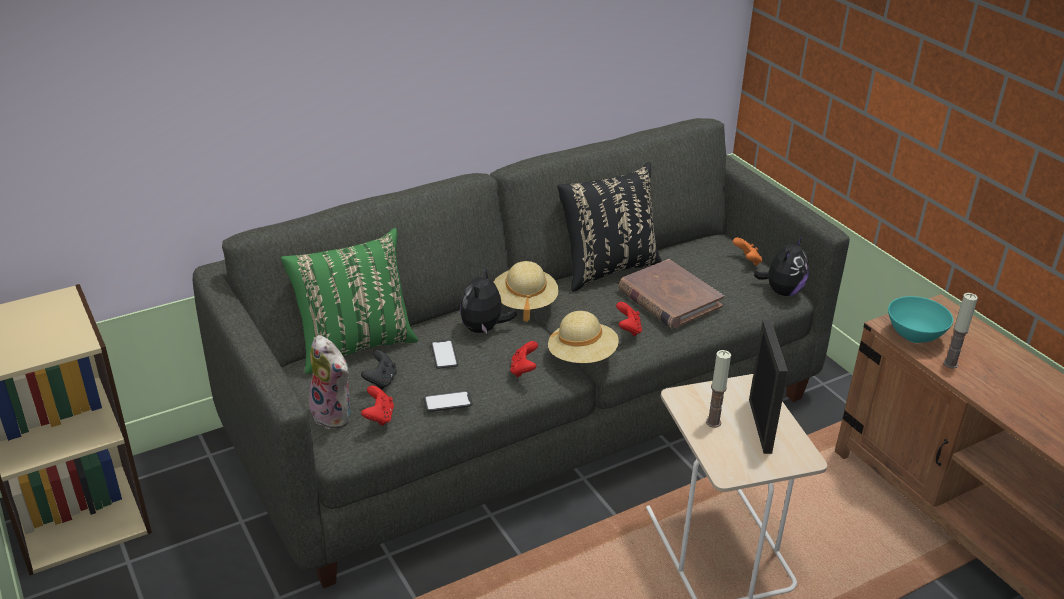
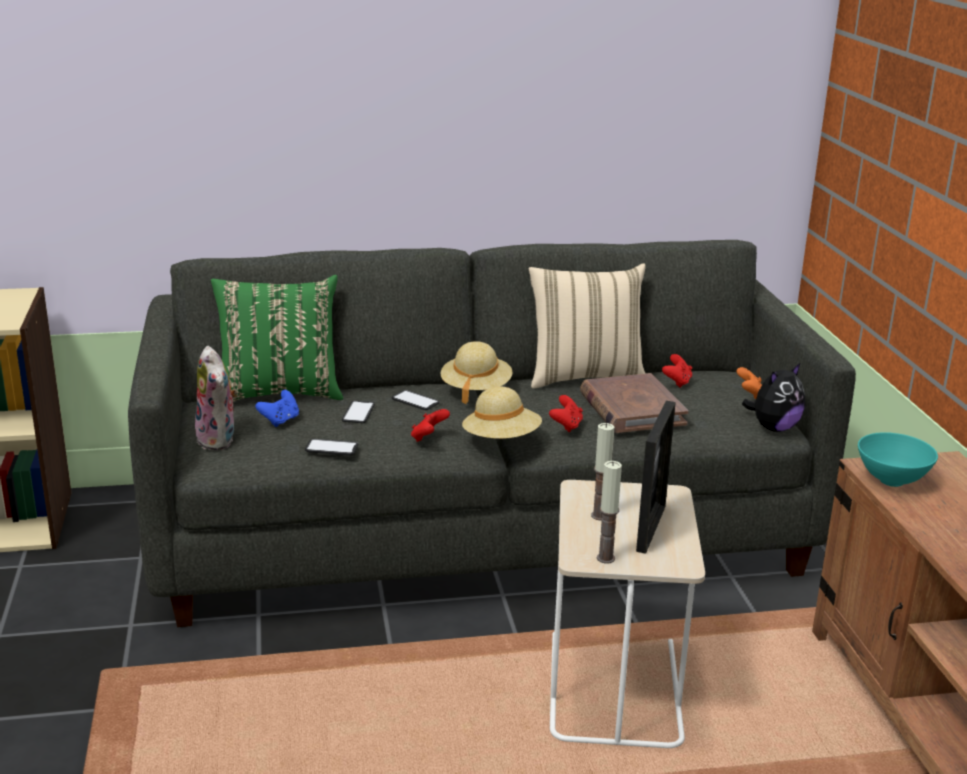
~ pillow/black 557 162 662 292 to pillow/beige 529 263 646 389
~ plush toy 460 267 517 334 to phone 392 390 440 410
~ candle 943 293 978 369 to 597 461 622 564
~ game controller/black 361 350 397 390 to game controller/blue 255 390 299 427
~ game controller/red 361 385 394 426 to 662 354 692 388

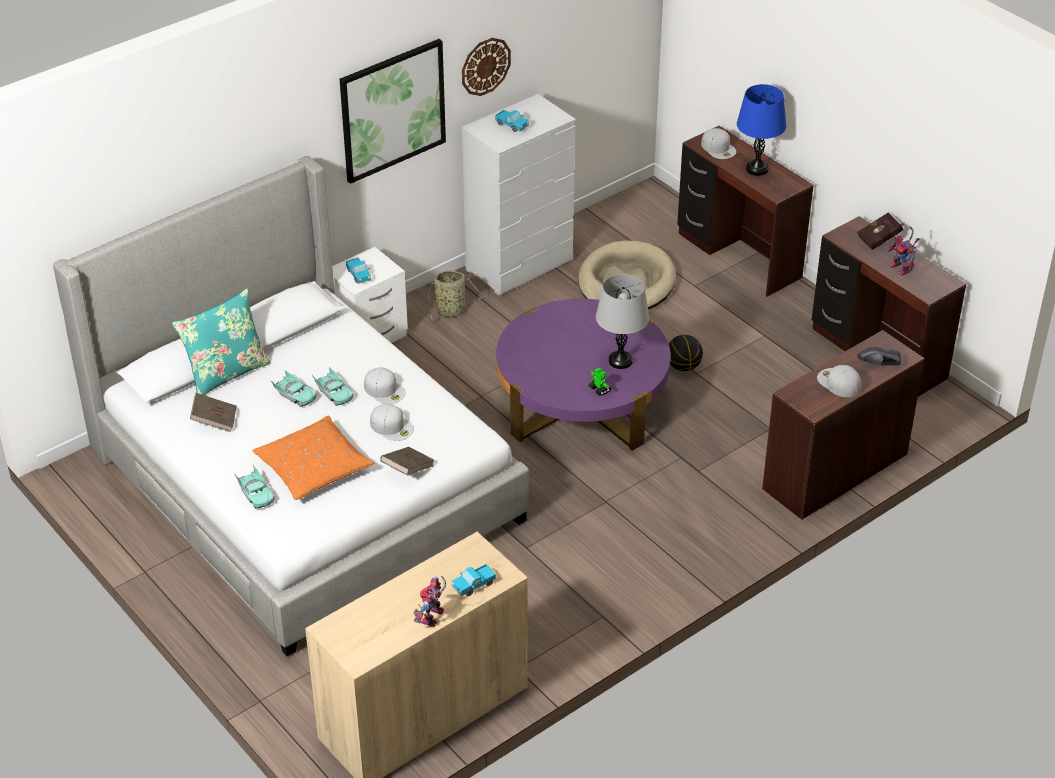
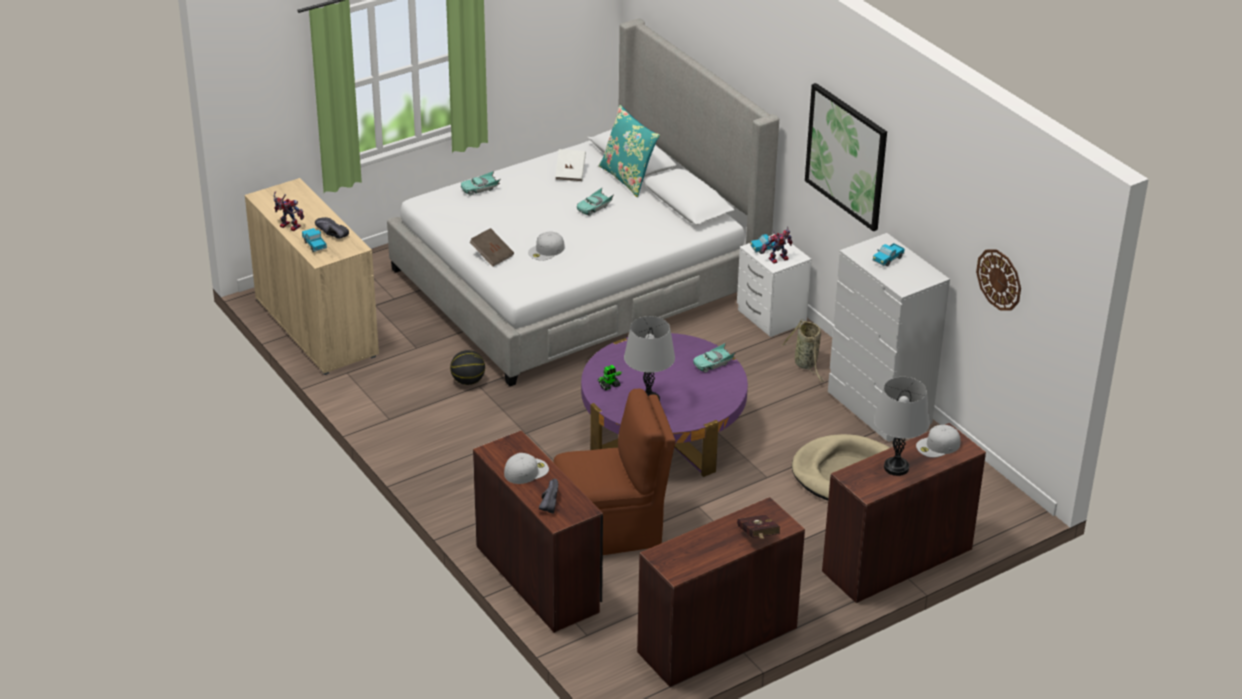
~ wall clock 462 38 511 96 to 976 249 1021 311
~ table lamp/blue 737 84 786 176 to table lamp/grey 874 377 930 476
~ toy robot 887 226 920 276 to 761 226 792 264
~ basketball 669 335 703 371 to 450 350 485 385
~ toy car/turquoise 312 367 354 406 to 693 343 736 373
- cap/white 364 367 406 404
~ book/brown 190 393 237 432 to book/white 555 149 586 182
- pillow/orange 252 416 374 500
+ shoe/black 315 217 349 239
+ chair/brown 554 388 676 555

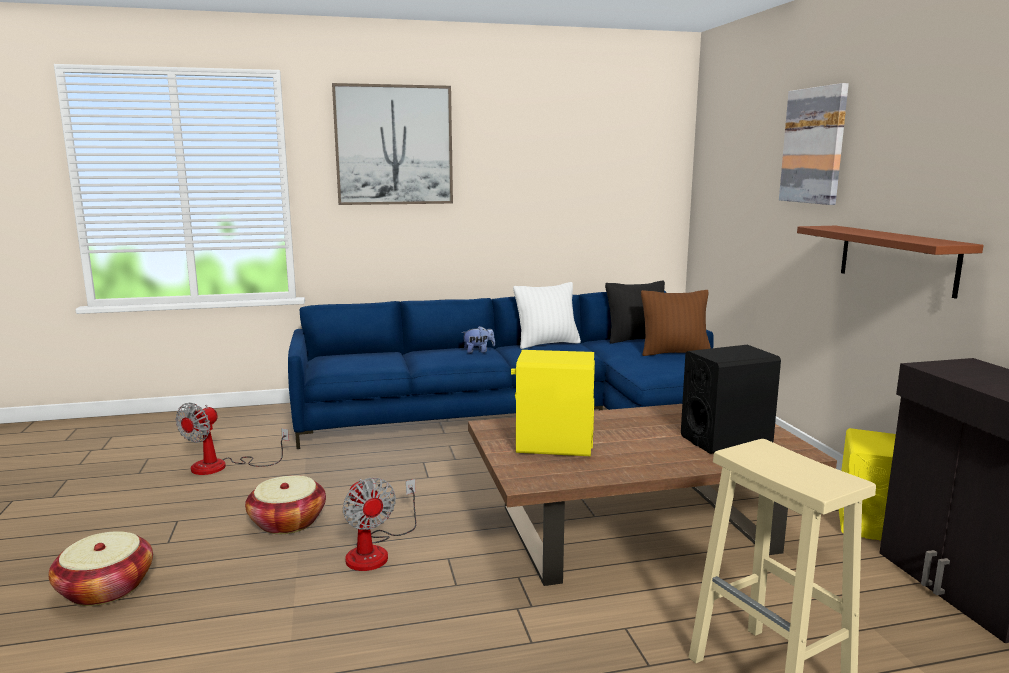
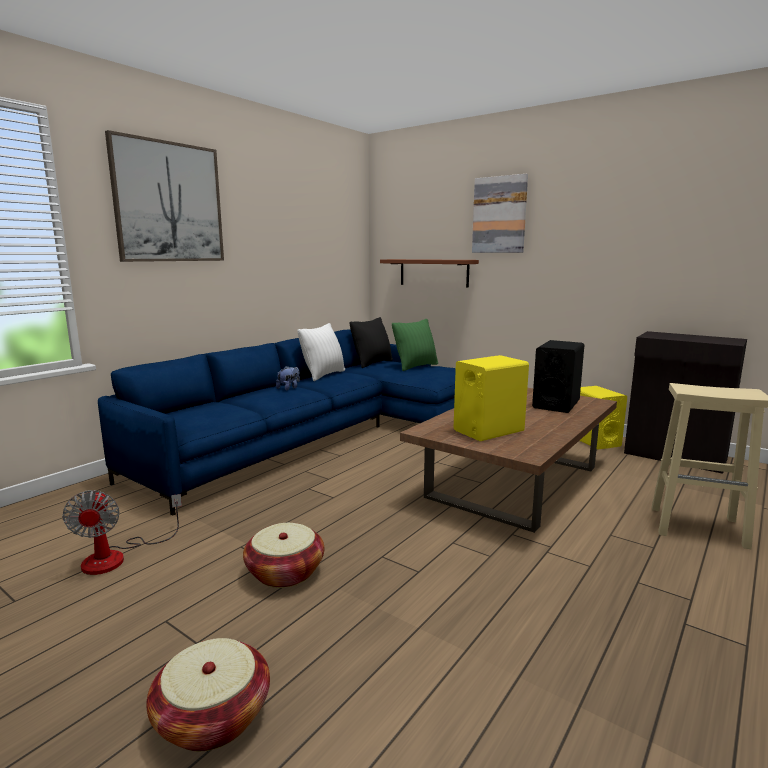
~ shelf/brown 797 226 983 299 to 380 259 479 287
~ pillow/brown 641 290 711 356 to pillow/green 392 319 438 371
- fan 342 478 417 571

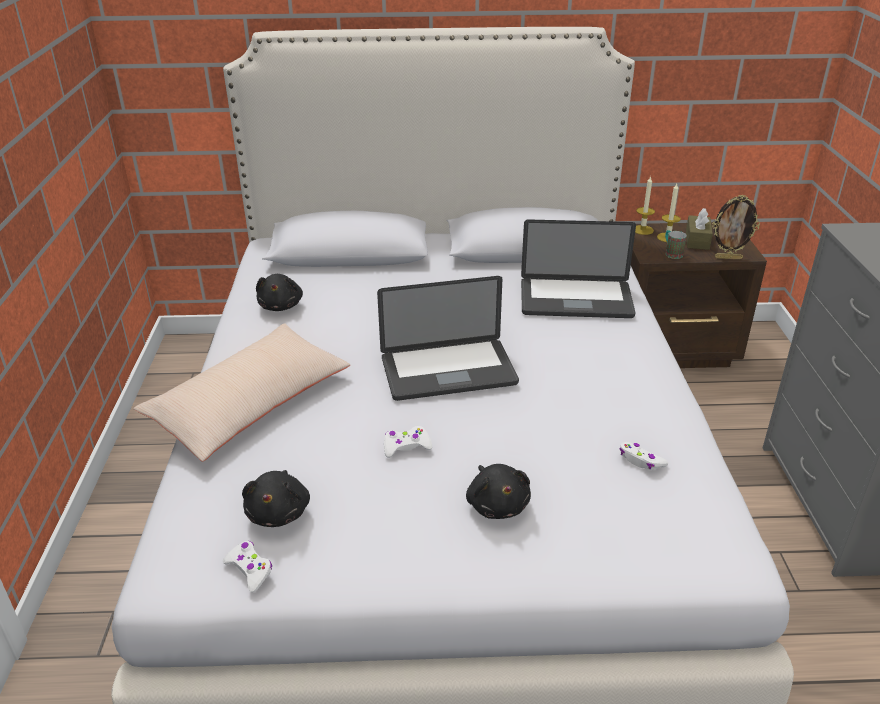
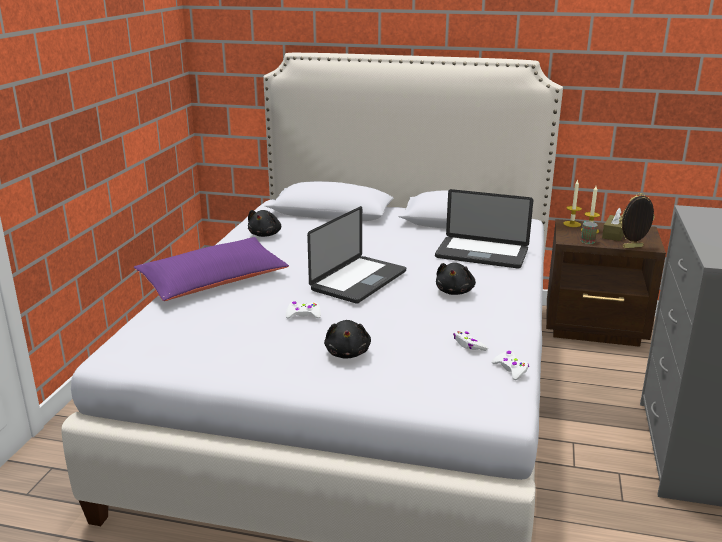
~ picture frame 712 195 760 260 = 619 193 655 248 150 degrees clockwise
~ laptop 377 276 519 401 = 307 206 406 304 60 degrees counterclockwise
~ pillow/beige 134 323 350 461 to pillow/purple 134 237 289 301
~ plush toy/black 242 470 310 527 to 436 263 476 295
~ game controller/white 223 541 272 592 to 492 351 529 380

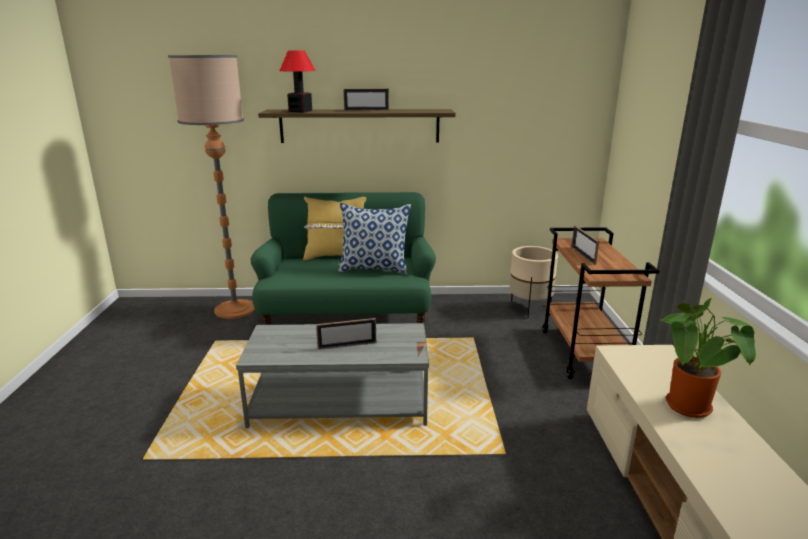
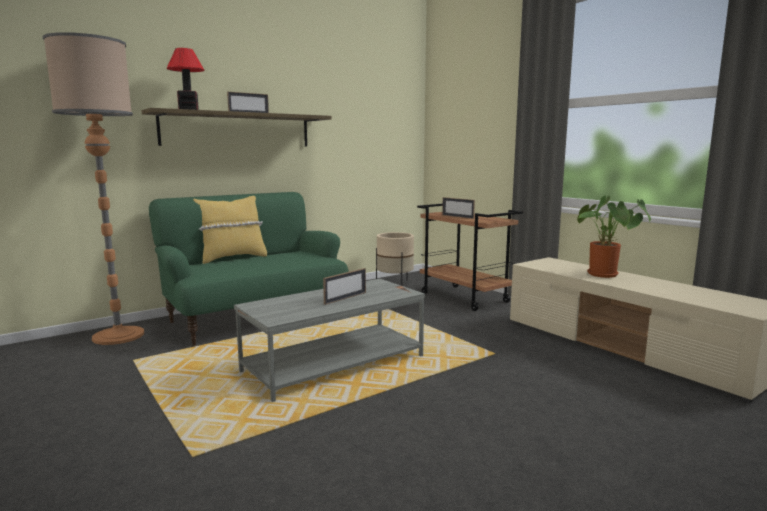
- pillow 338 203 411 274

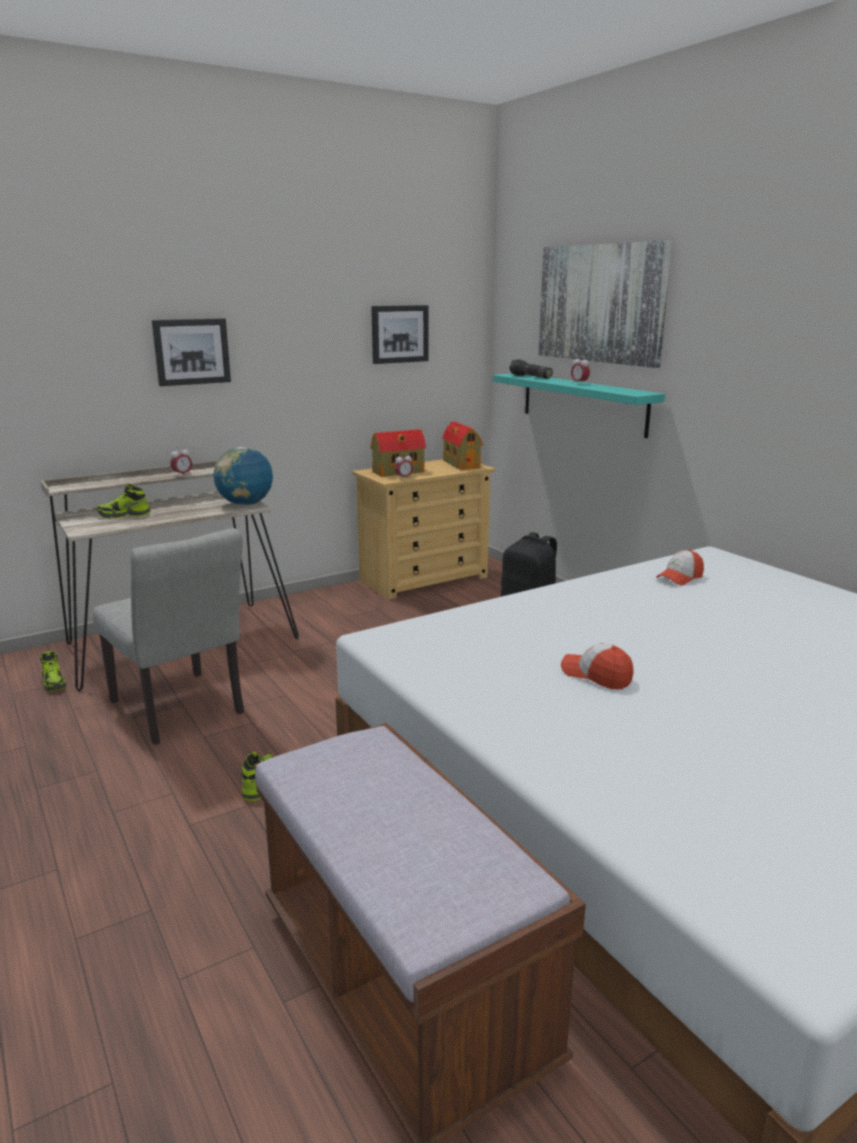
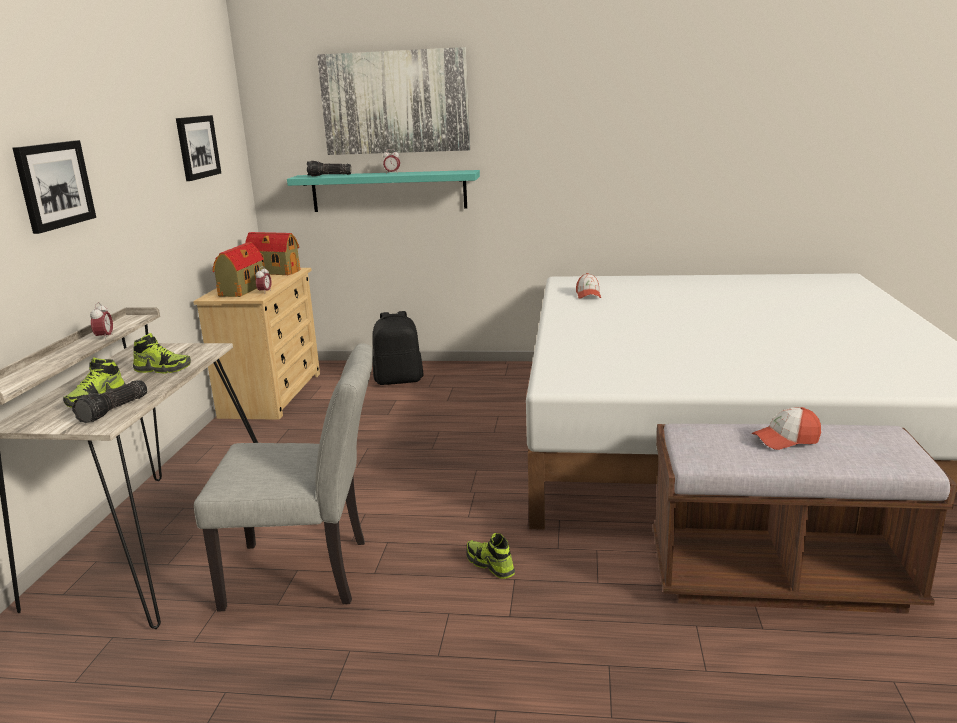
- globe 213 447 273 505
~ cap 561 643 634 689 to 752 407 821 450
~ shoe 40 651 67 691 to 133 333 191 374
+ flashlight 72 380 147 423

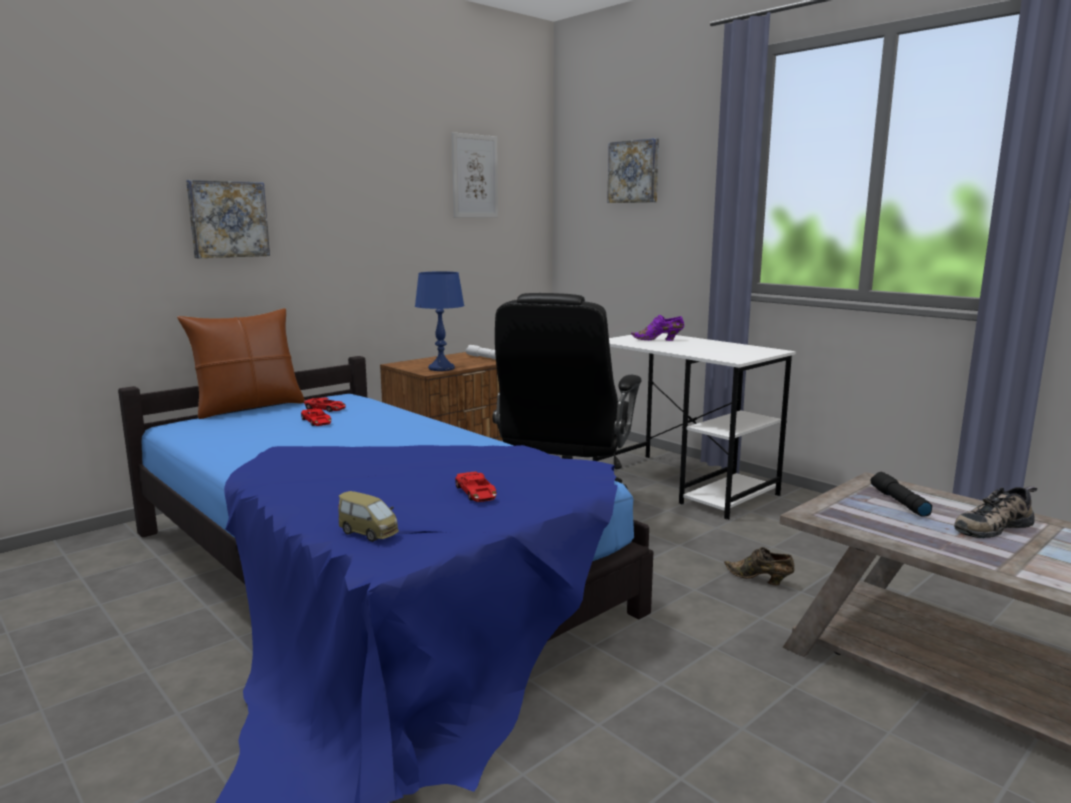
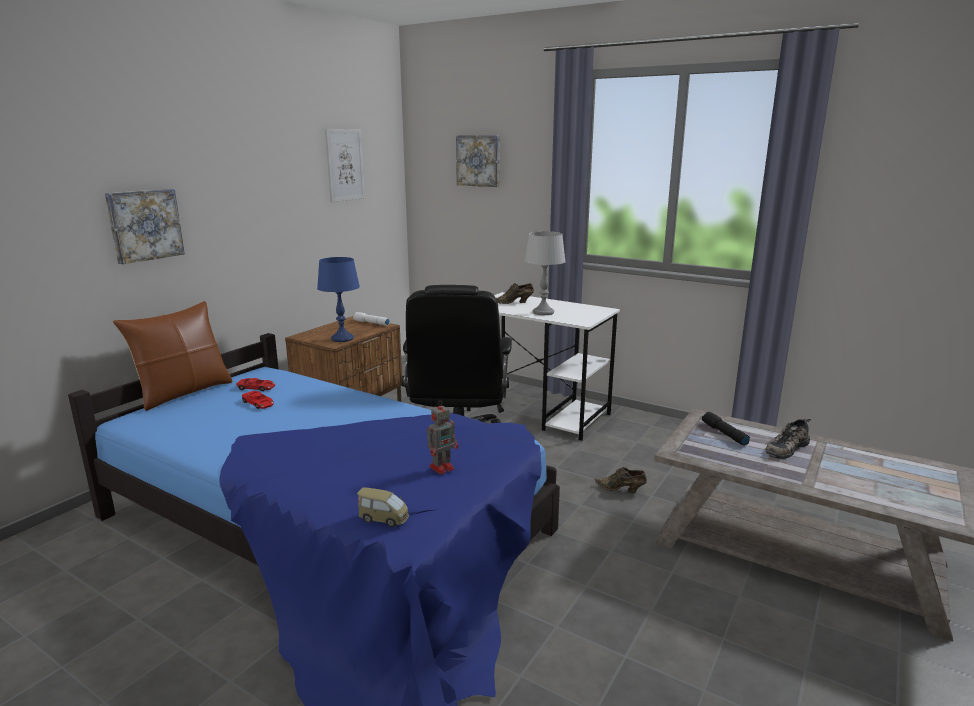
~ shoe/purple 631 315 684 341 to shoe/brown 496 283 534 304
~ toy car/red 455 471 497 502 to toy robot 427 400 458 475
+ table lamp/grey 524 231 566 315

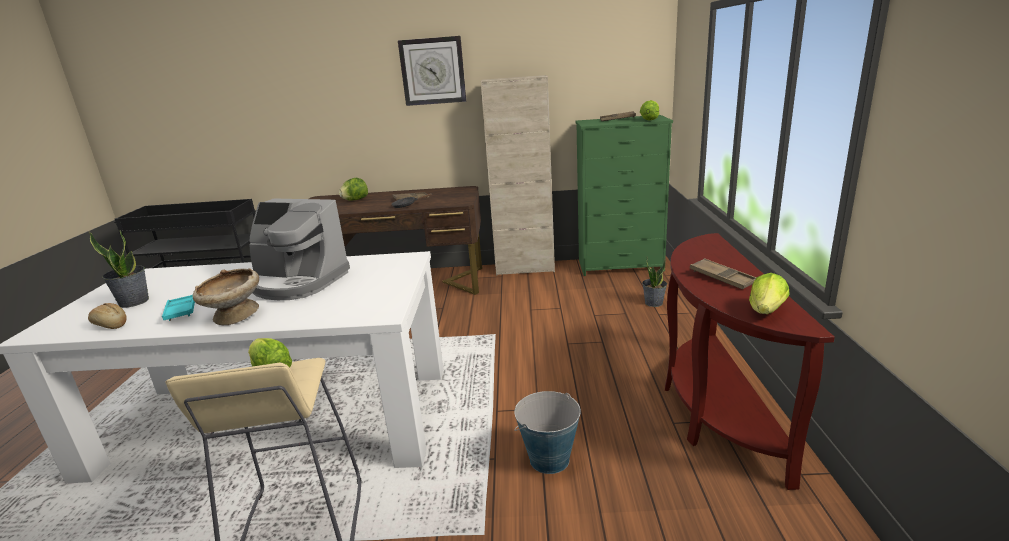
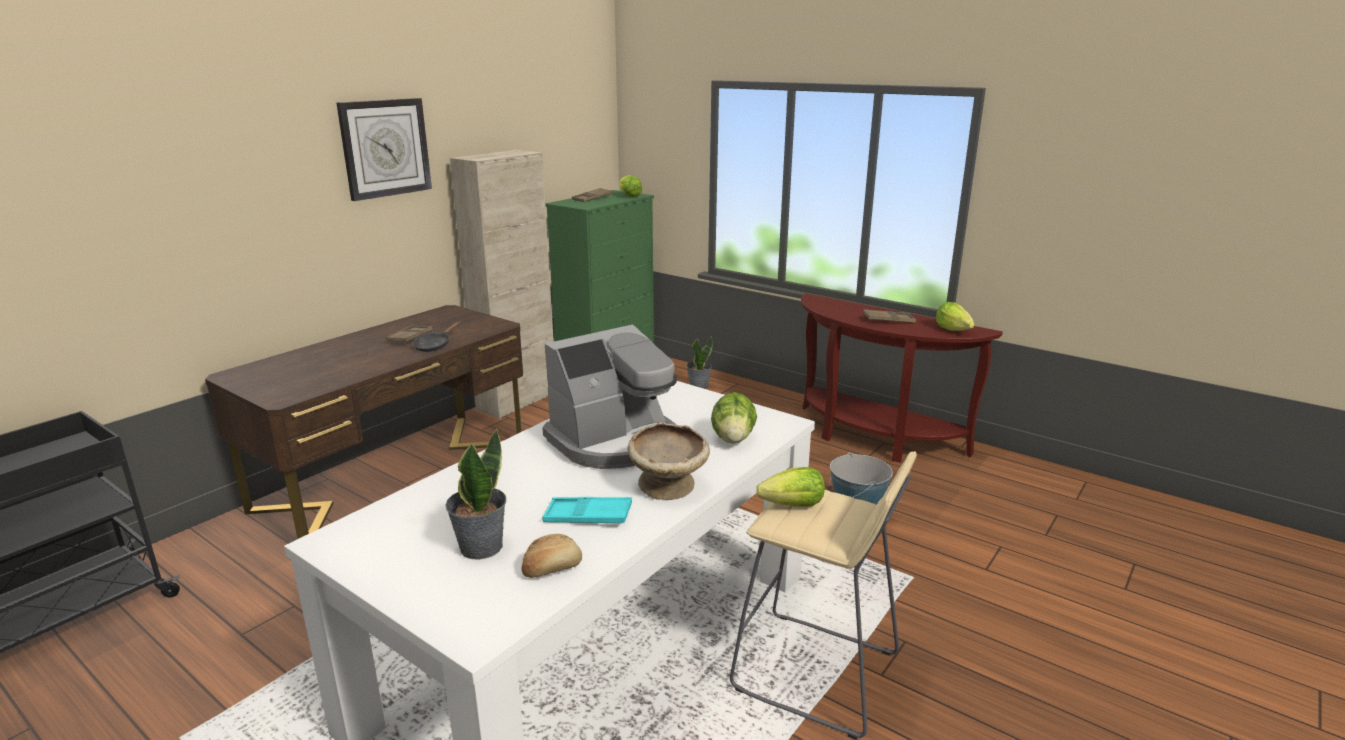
~ lettuce 339 178 368 201 to 711 392 757 444

